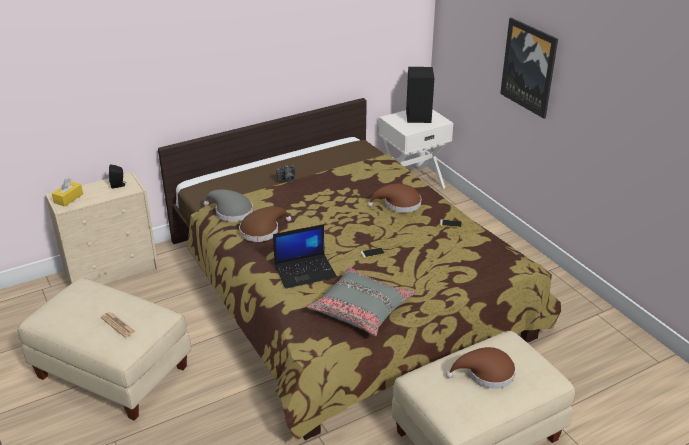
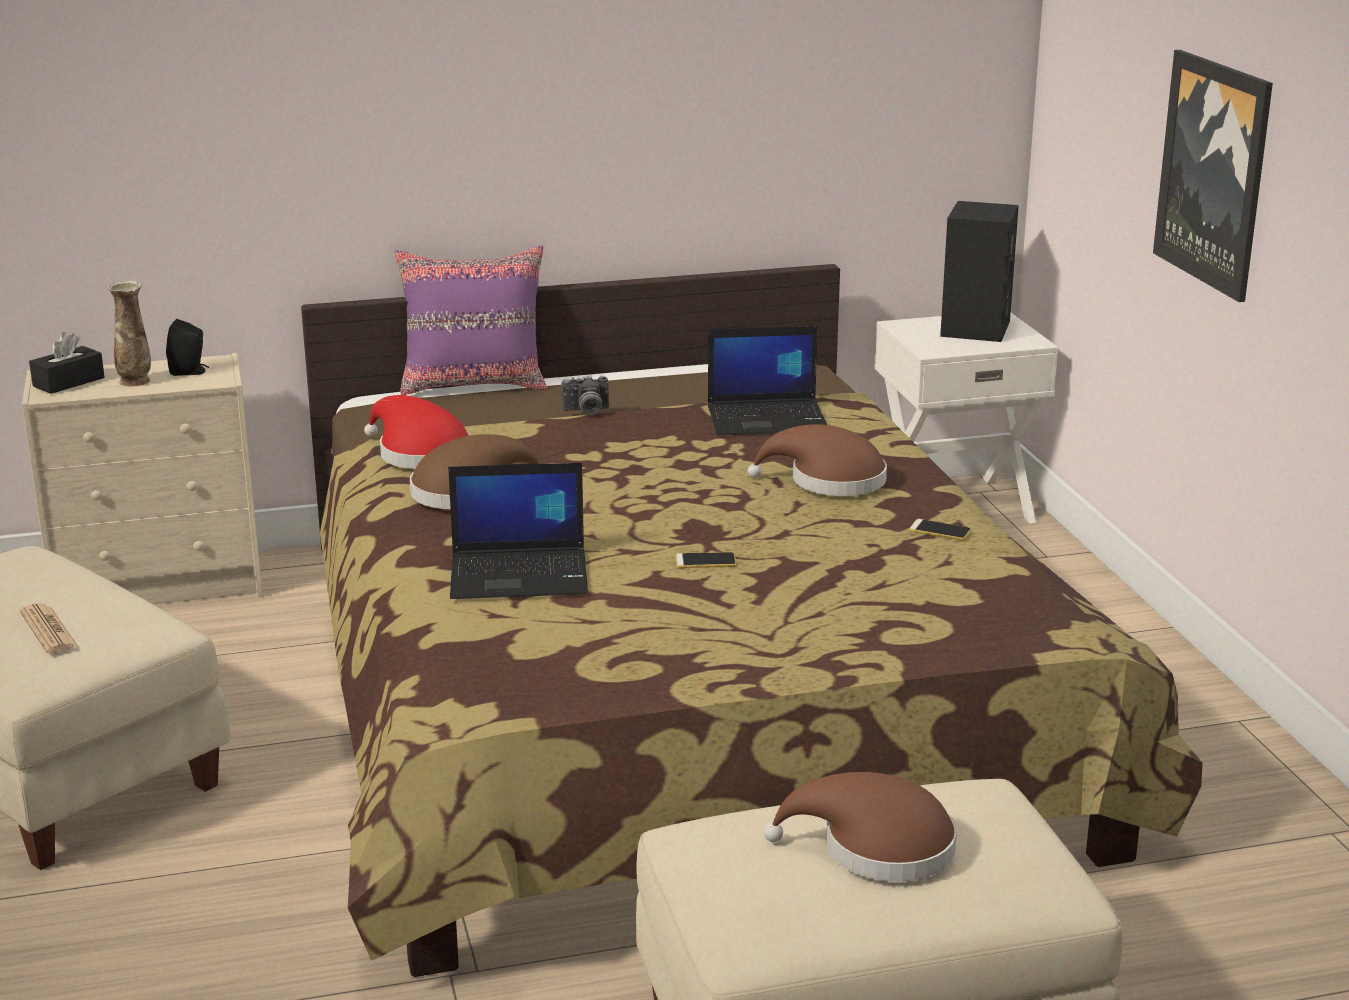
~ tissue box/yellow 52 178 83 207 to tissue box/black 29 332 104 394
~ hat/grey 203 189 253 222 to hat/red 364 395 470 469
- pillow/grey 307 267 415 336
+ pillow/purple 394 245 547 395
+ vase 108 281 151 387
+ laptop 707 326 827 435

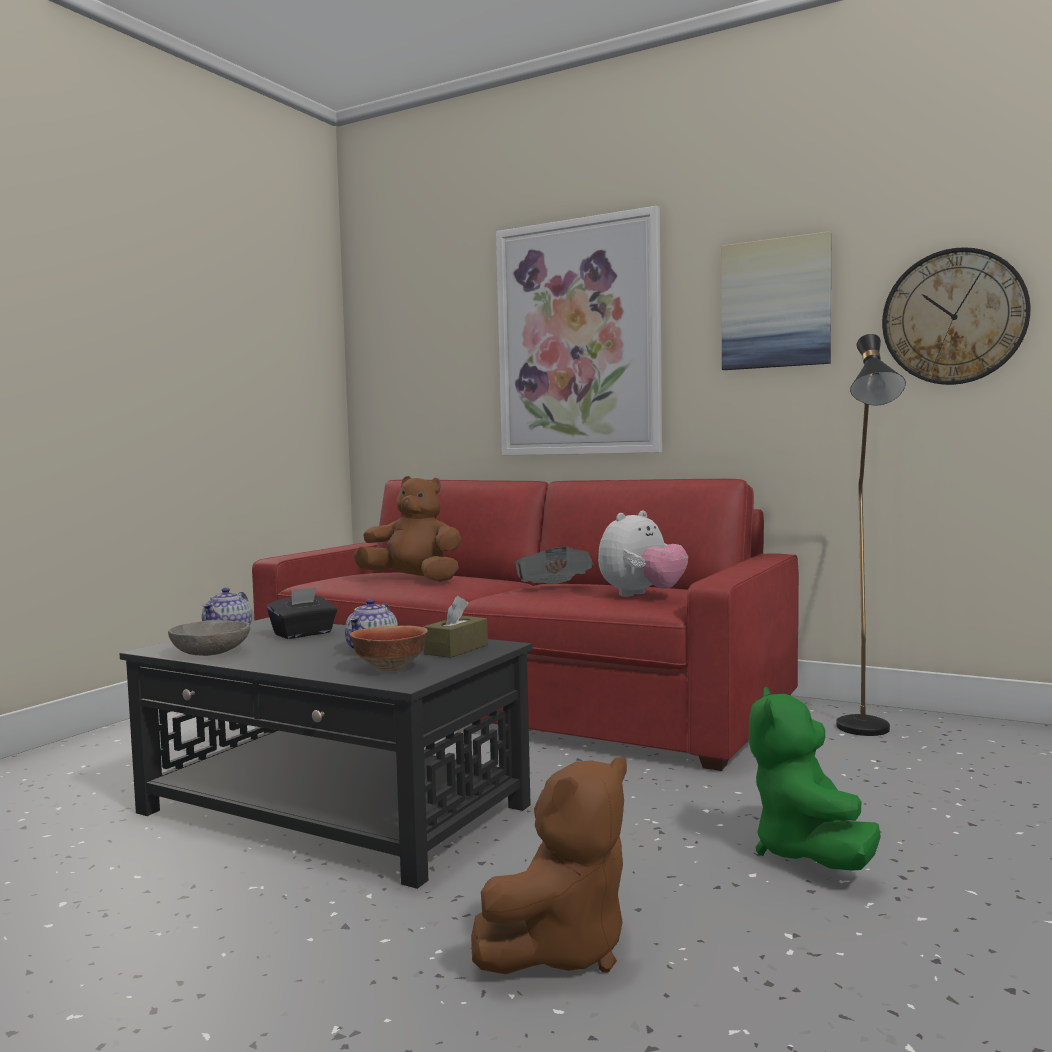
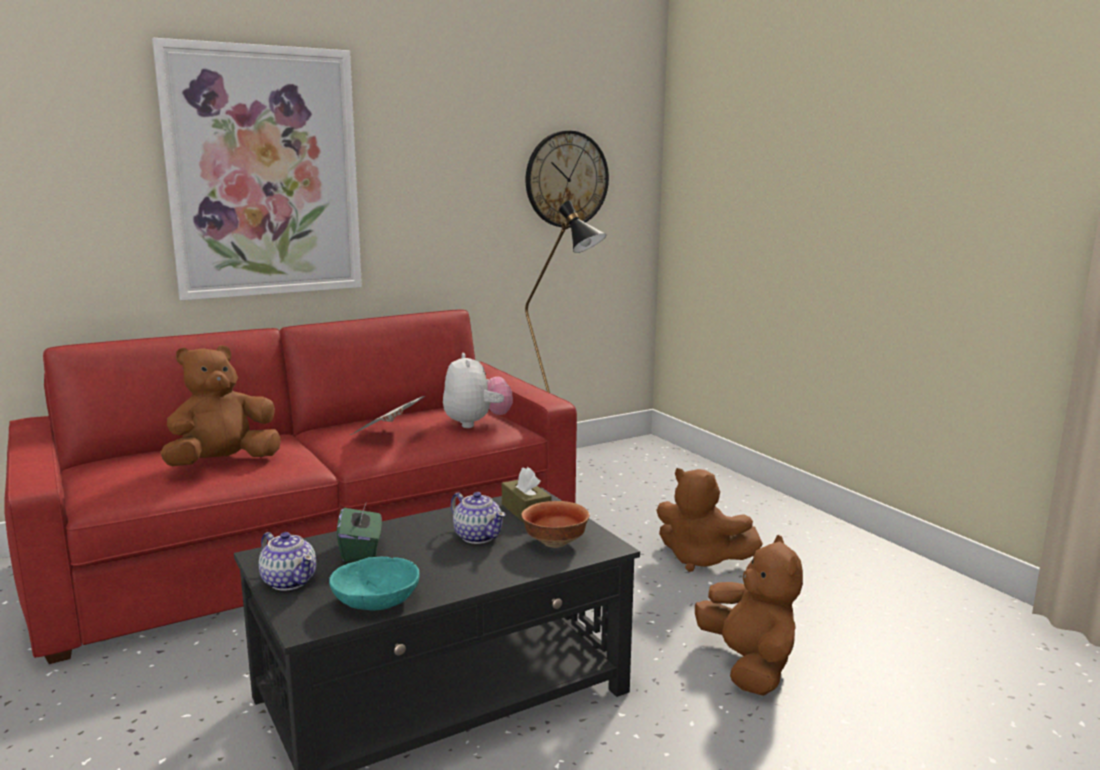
- picture 721 231 831 370
~ tissue box/black 267 587 337 639 to tissue box/green 337 499 382 562
~ bowl/grey 168 620 250 656 to bowl/turquoise 329 557 420 611
~ plush toy/green 749 687 881 871 to plush toy/brown 656 468 763 572

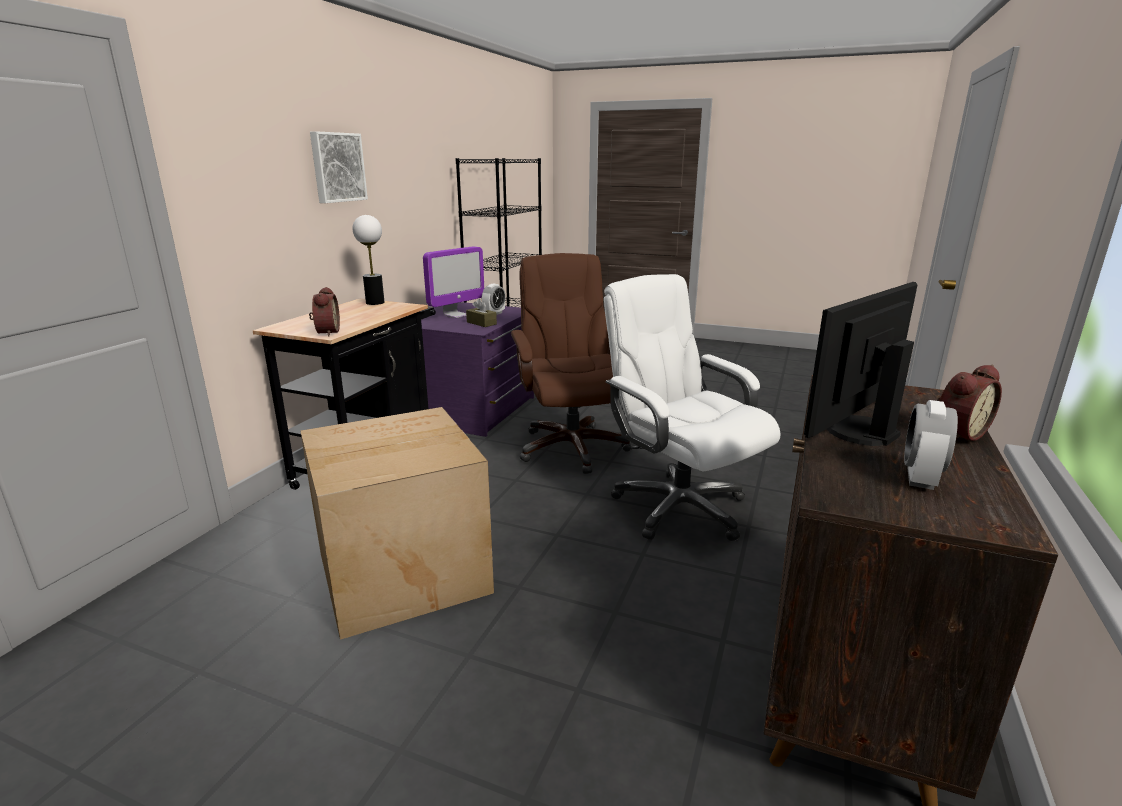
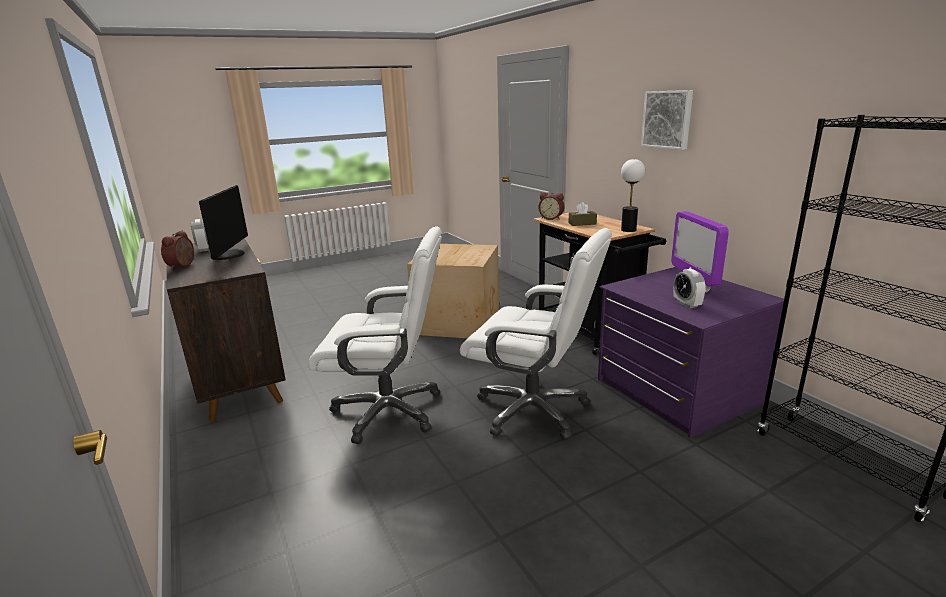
~ office chair/brown 511 253 632 474 to office chair/white 460 228 612 440
~ tissue box/brown 466 299 497 327 to 568 202 597 226

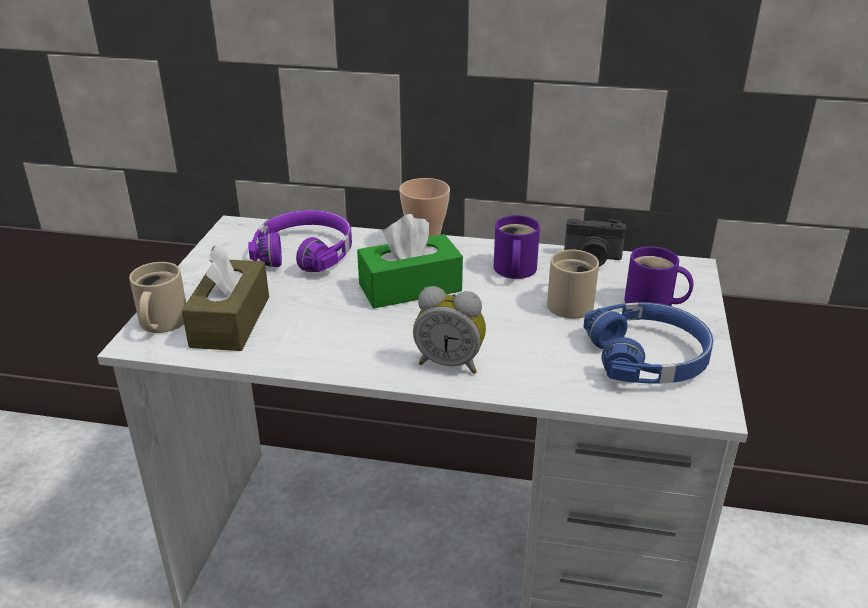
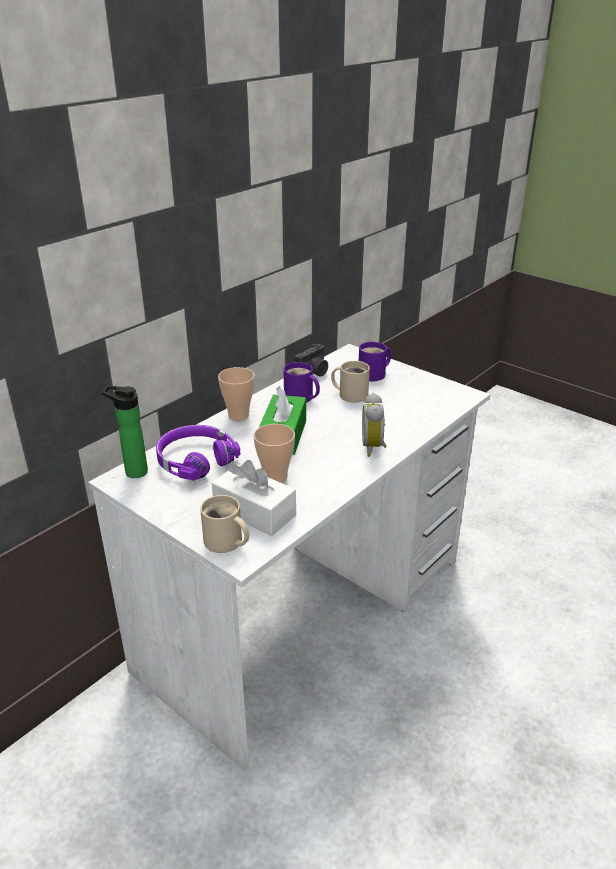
~ tissue box/brown 182 245 269 351 to tissue box/white 212 460 296 536
~ alarm clock 413 286 486 374 = 362 393 387 457 135 degrees clockwise
- headphones/blue 583 302 713 384
+ bottle 102 385 148 478
+ cup 253 424 295 483

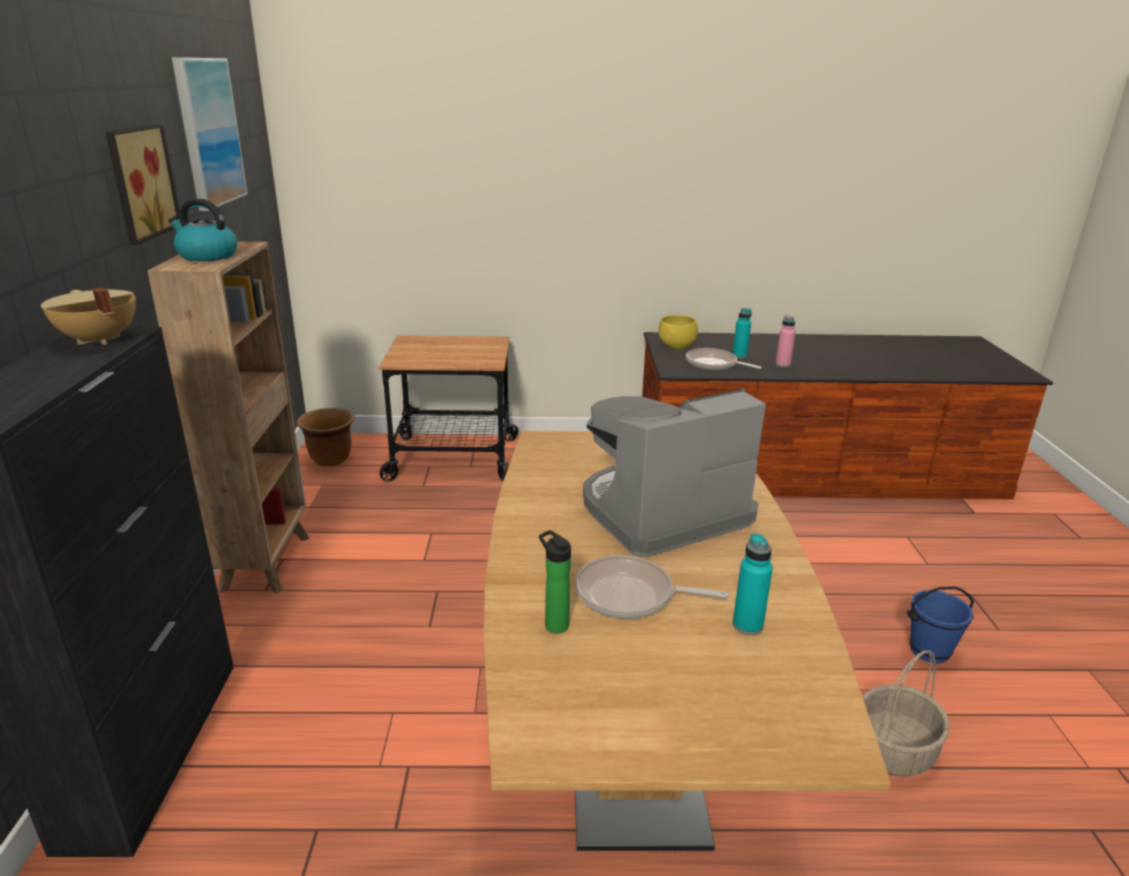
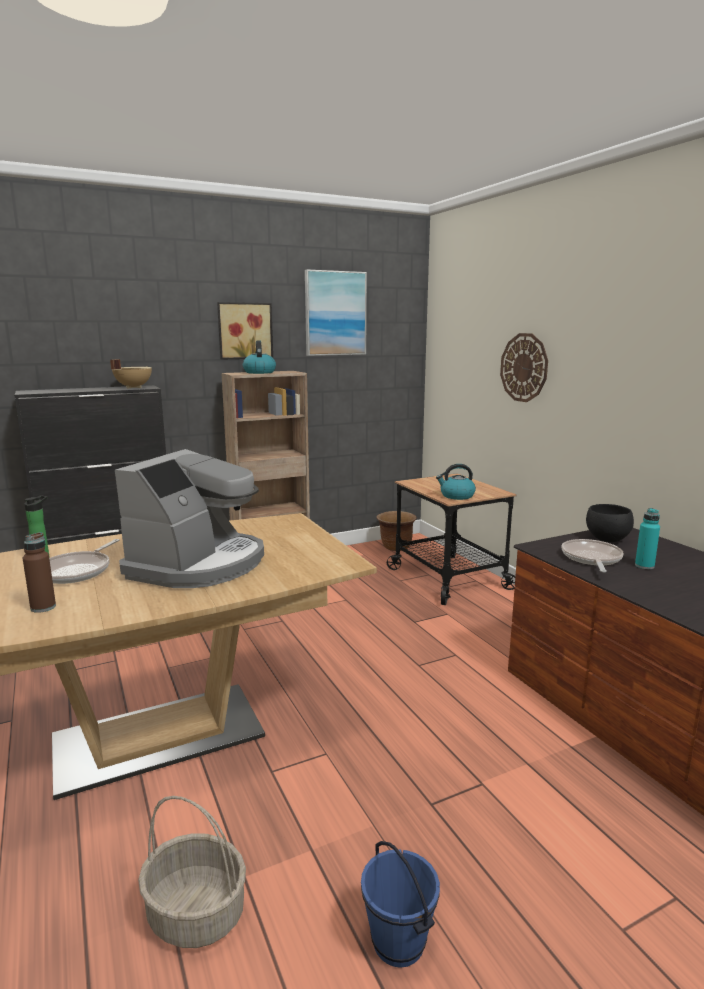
~ bowl/yellow 658 315 698 350 to bowl/black 586 504 634 542
- bottle/pink 775 315 796 368
~ coffee machine 583 389 766 557 = 115 449 264 588 75 degrees clockwise
~ bottle/turquoise 733 533 773 635 to bottle/brown 23 532 56 613
~ frying pan 575 555 728 619 = 49 539 120 584 150 degrees counterclockwise
+ wall clock 500 333 548 402
+ kettle 436 464 476 500

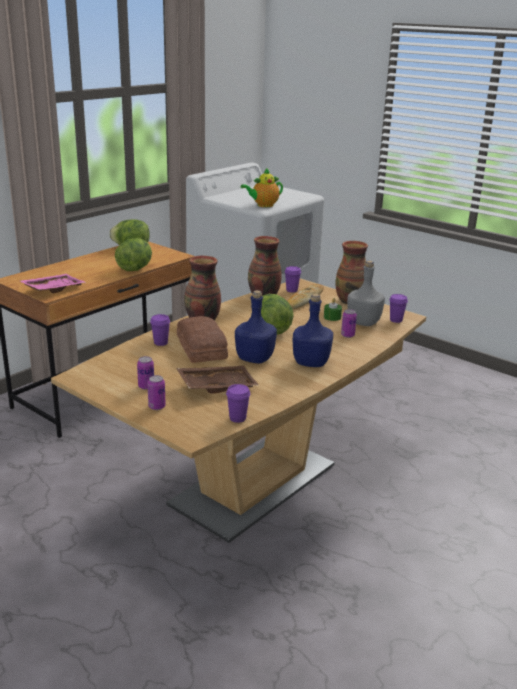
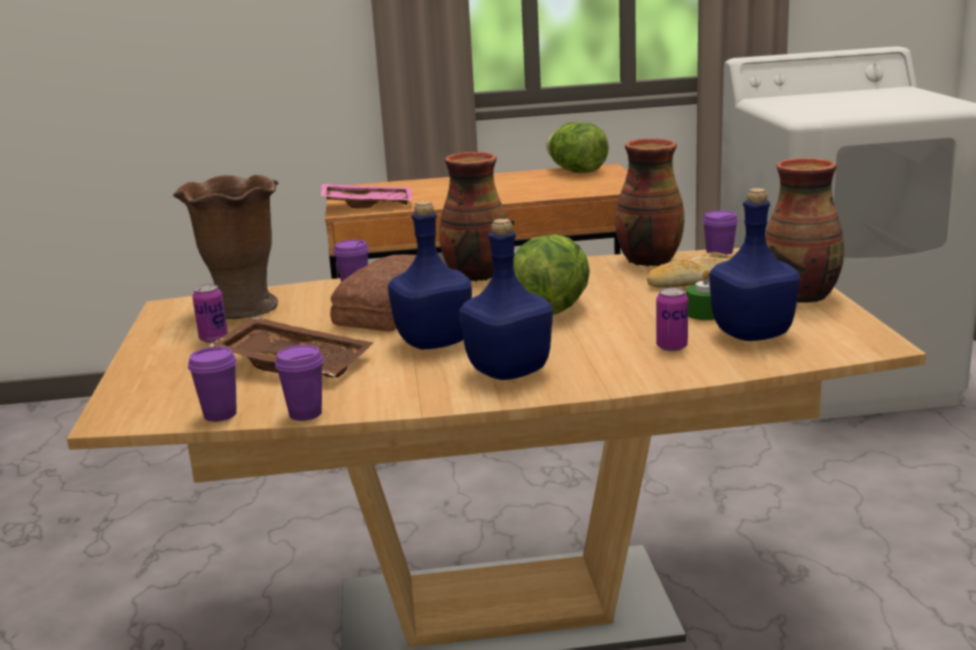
- teapot 241 168 283 207
- lettuce 115 238 152 271
~ bottle/grey 347 261 385 326 to bottle/blue 709 188 800 341
~ cup/purple 389 294 408 323 to 275 345 324 421
- can 147 375 166 410
+ vase/brown 173 175 278 319

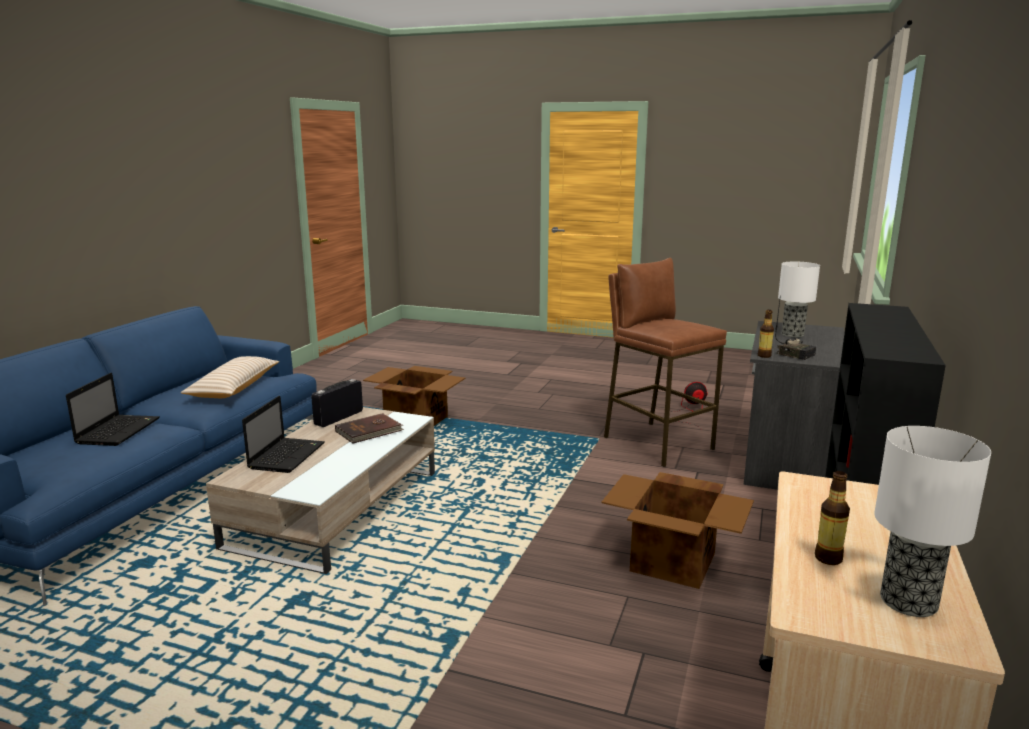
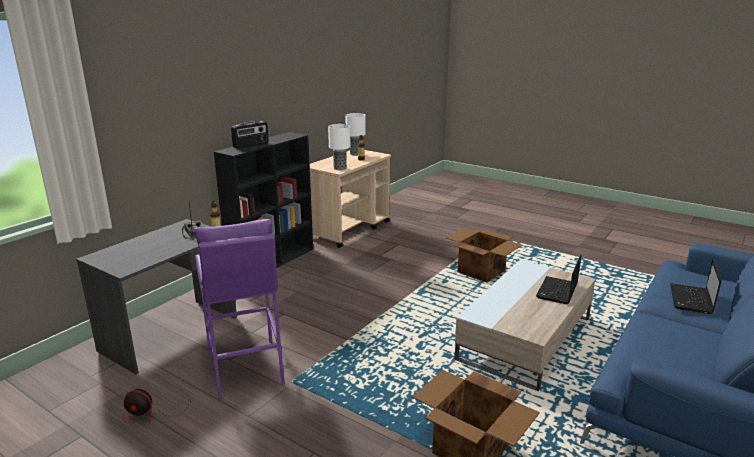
~ stool/brown 604 258 727 467 to stool/purple 194 219 285 399
~ table lamp 778 262 820 337 to 328 124 350 170
- pillow/beige 181 356 279 398
~ radio 311 379 363 427 to 231 121 269 149
- book/brown 335 413 404 444
~ cardboard box 602 472 754 589 to 446 228 522 282

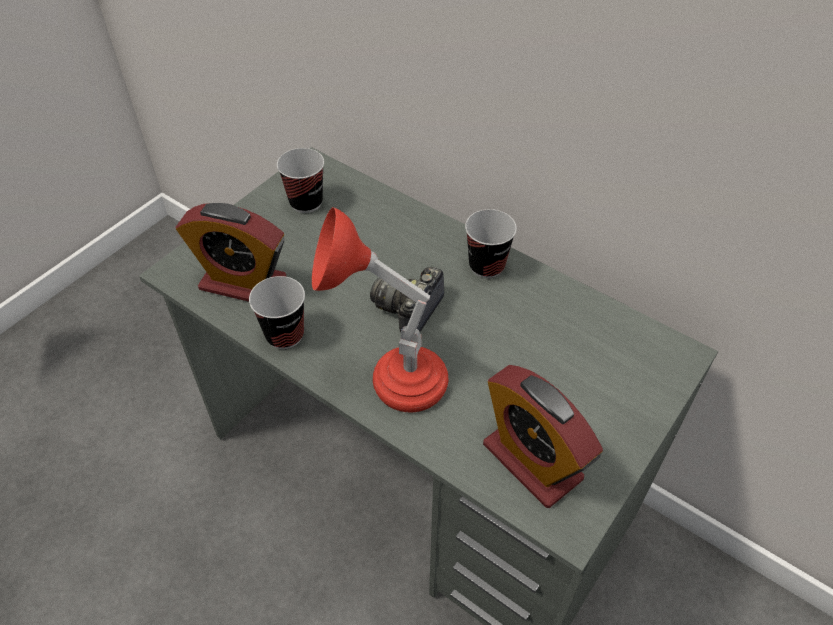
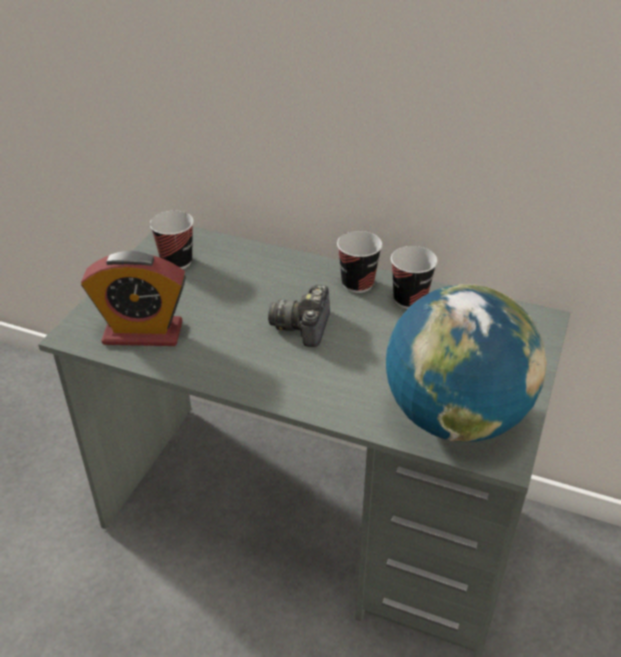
- table lamp/red 312 207 449 412
~ cup 249 276 305 349 to 391 246 438 309
~ alarm clock 483 365 603 508 to globe 386 284 547 442

